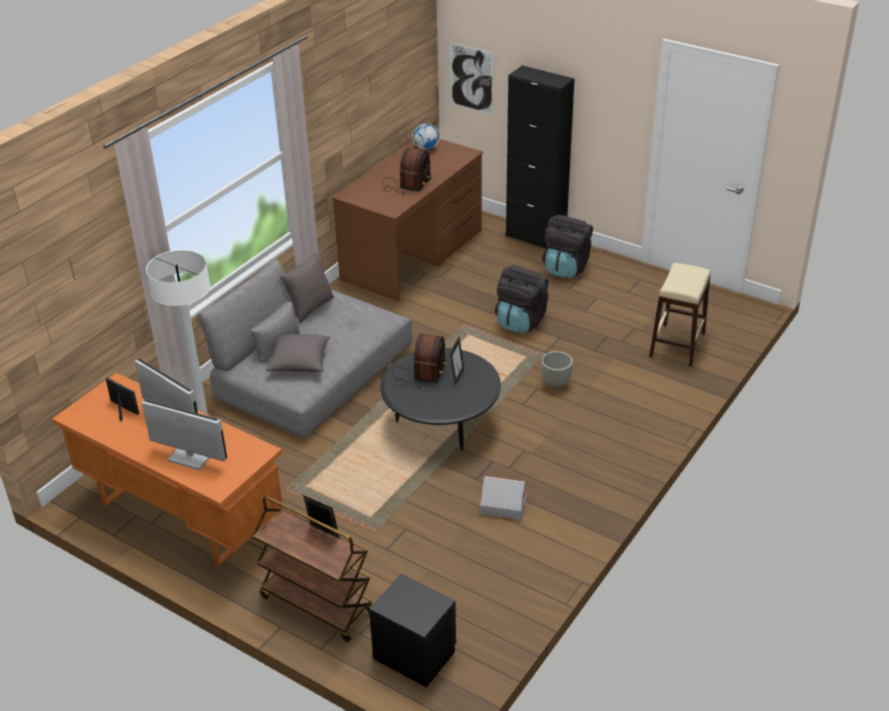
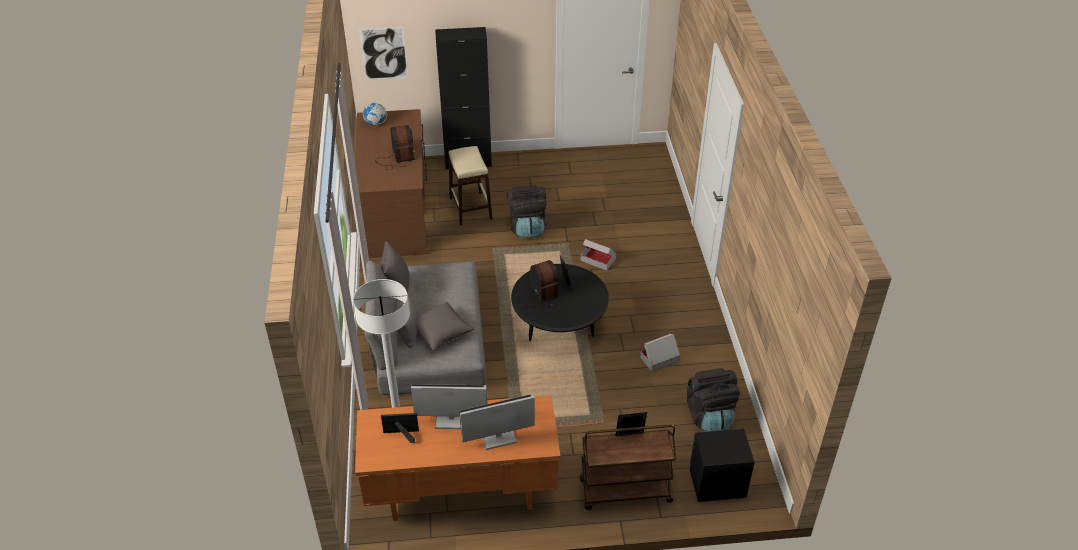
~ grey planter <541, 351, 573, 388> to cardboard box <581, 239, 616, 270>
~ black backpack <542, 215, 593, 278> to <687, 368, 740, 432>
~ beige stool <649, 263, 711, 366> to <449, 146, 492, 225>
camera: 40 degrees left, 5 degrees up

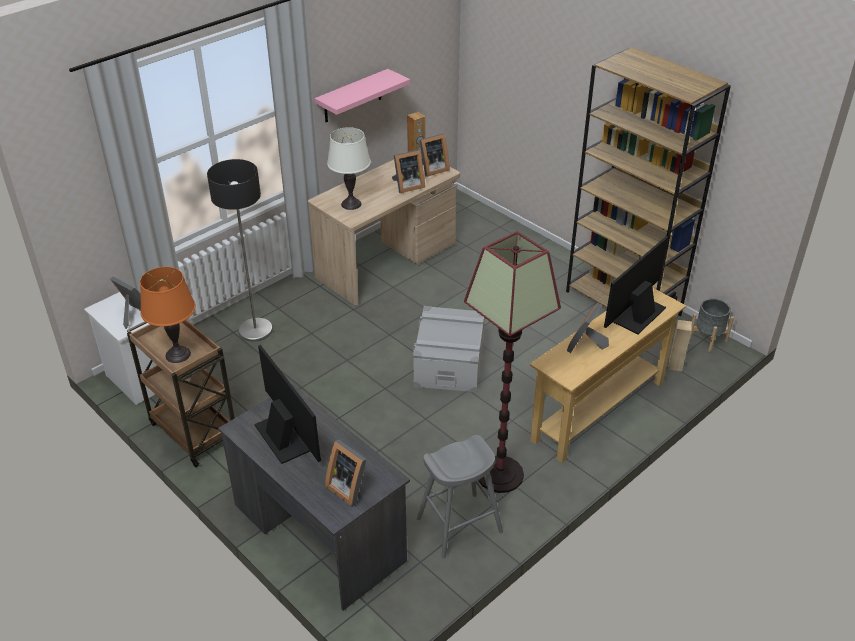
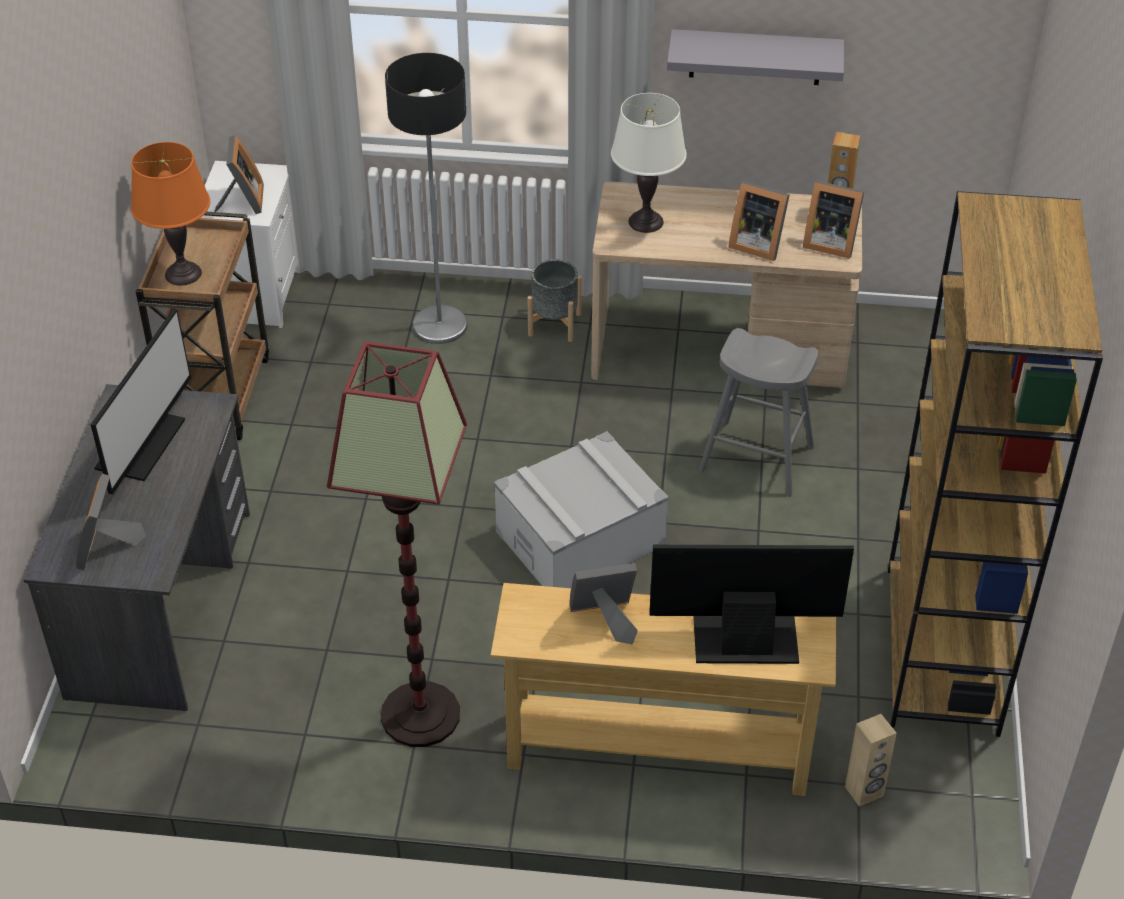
~ pink shelf <314, 69, 410, 122> to grey shelf <667, 29, 844, 85>
~ grey stool <417, 435, 503, 558> to <699, 328, 818, 497>
~ grey planter <689, 298, 734, 352> to <527, 259, 582, 342>
camera: 50 degrees right, 5 degrees up

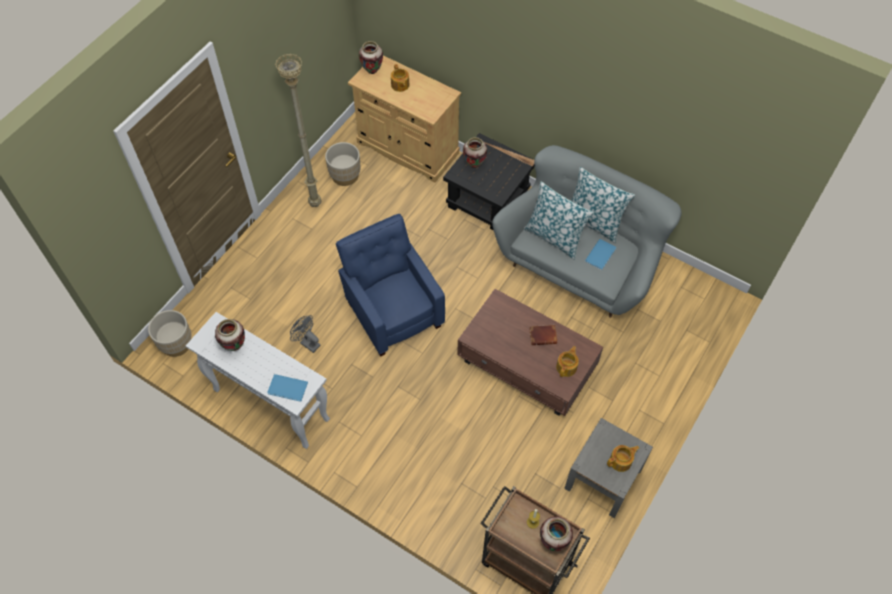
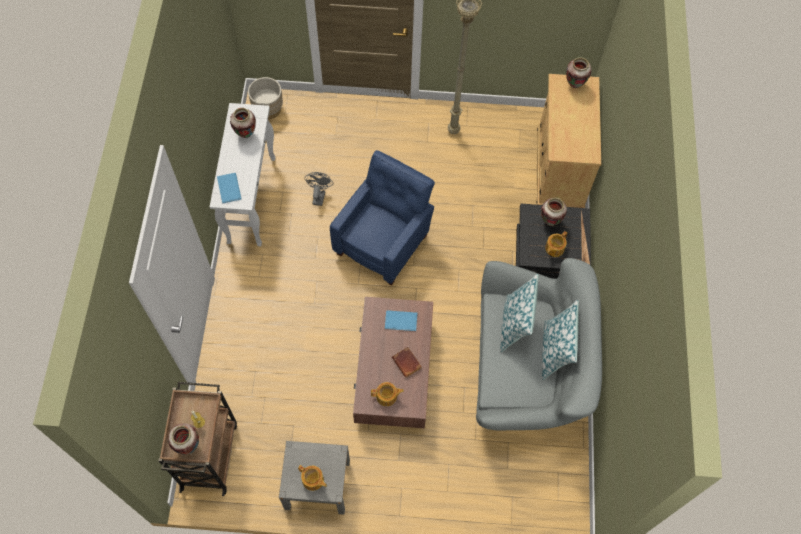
- beige planter <325, 142, 361, 186>
~ teapot <391, 64, 410, 92> to <545, 231, 567, 257>
~ blue book <585, 239, 616, 270> to <385, 310, 417, 331>
camera: 60 degrees right, 5 degrees up

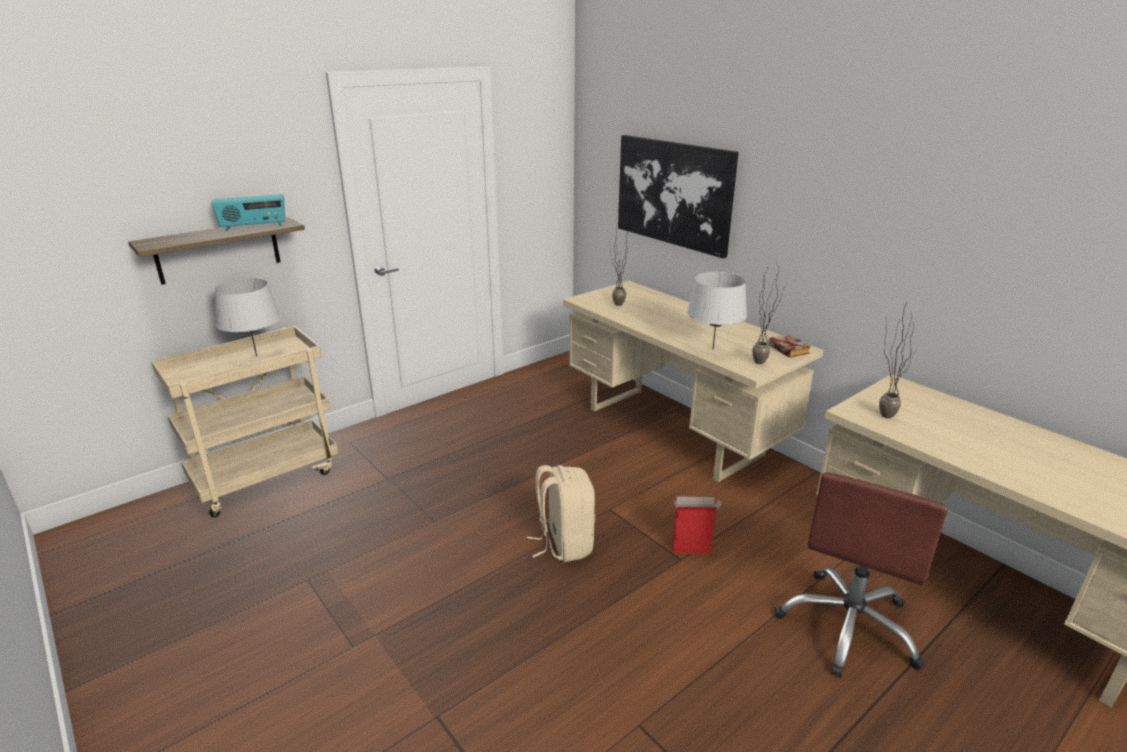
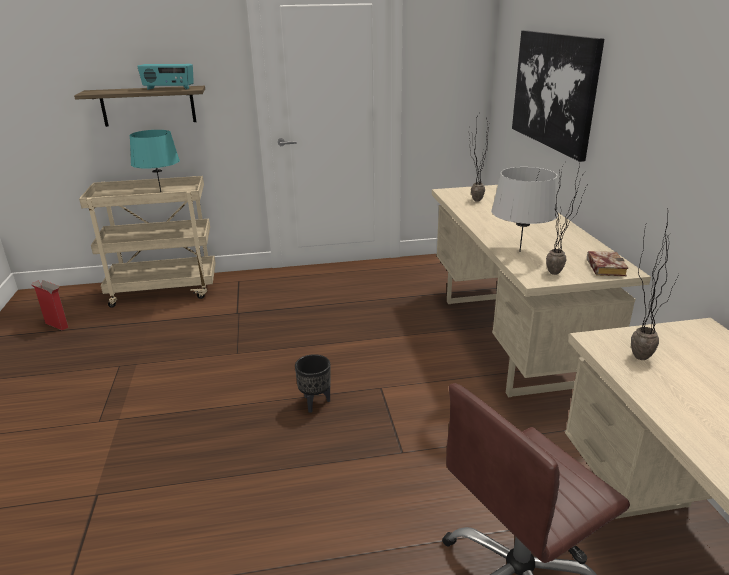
~ grey table lamp <214, 278, 281, 356> to turquoise table lamp <129, 130, 180, 192>
~ beige backpack <527, 465, 596, 562> to black planter <295, 354, 330, 413>
~ cardboard box <672, 496, 722, 554> to <32, 280, 68, 330>
camera: 30 degrees right, 0 degrees up

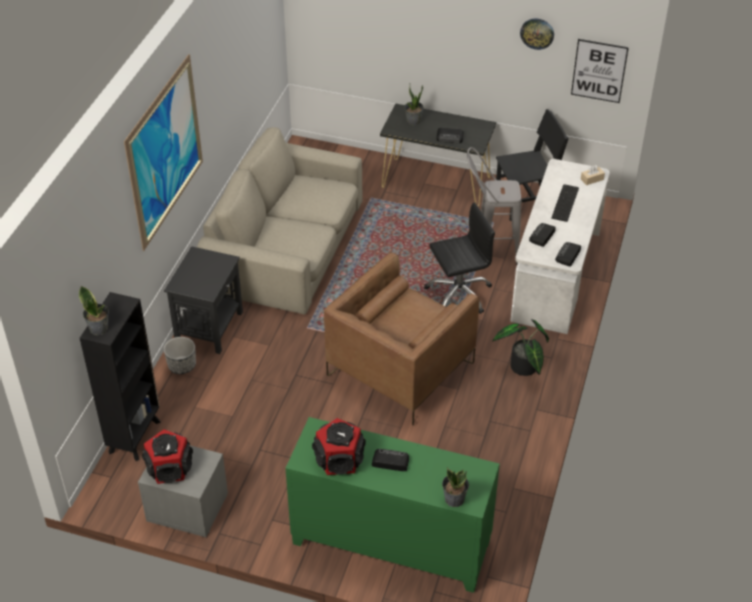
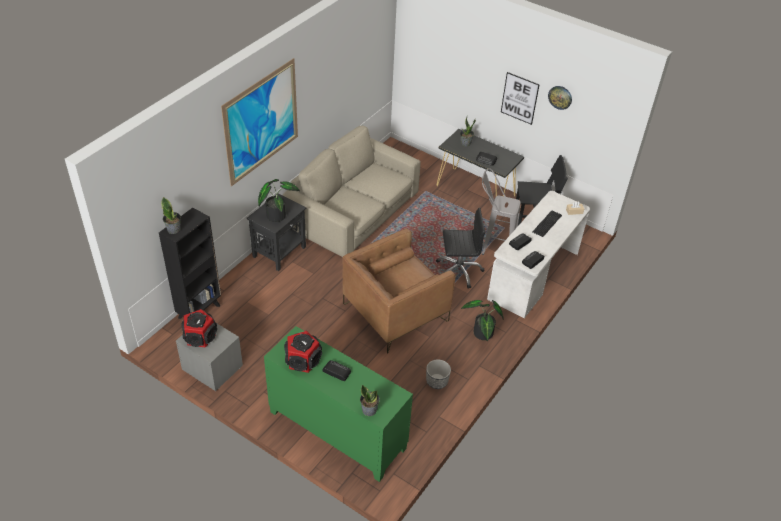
~ planter <164, 337, 196, 374> to <426, 359, 451, 389>
~ picture <571, 39, 629, 103> to <501, 72, 540, 125>
+ potted plant <258, 179, 300, 222>
camera: 15 degrees right, 0 degrees up

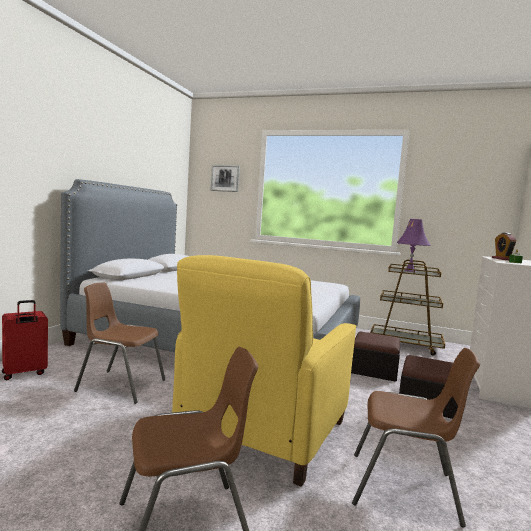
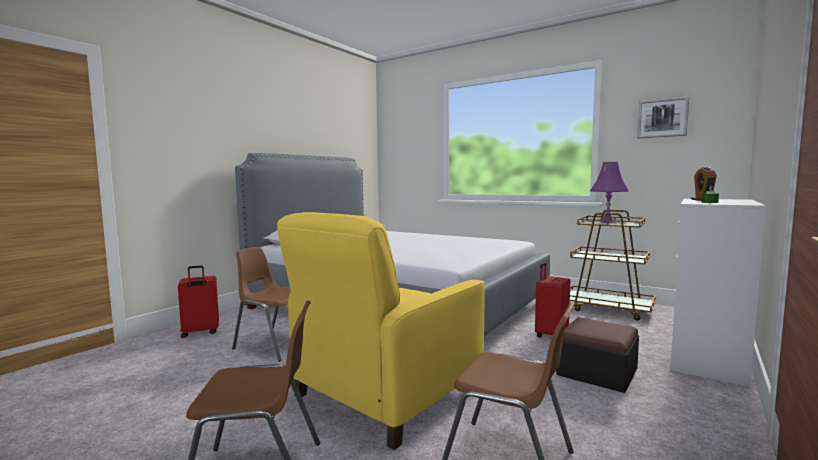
~ picture <211, 165, 240, 192> to <637, 96, 689, 138>
~ ottoman <351, 332, 401, 382> to red suitcase <535, 262, 570, 338>
camera: 15 degrees right, 0 degrees up

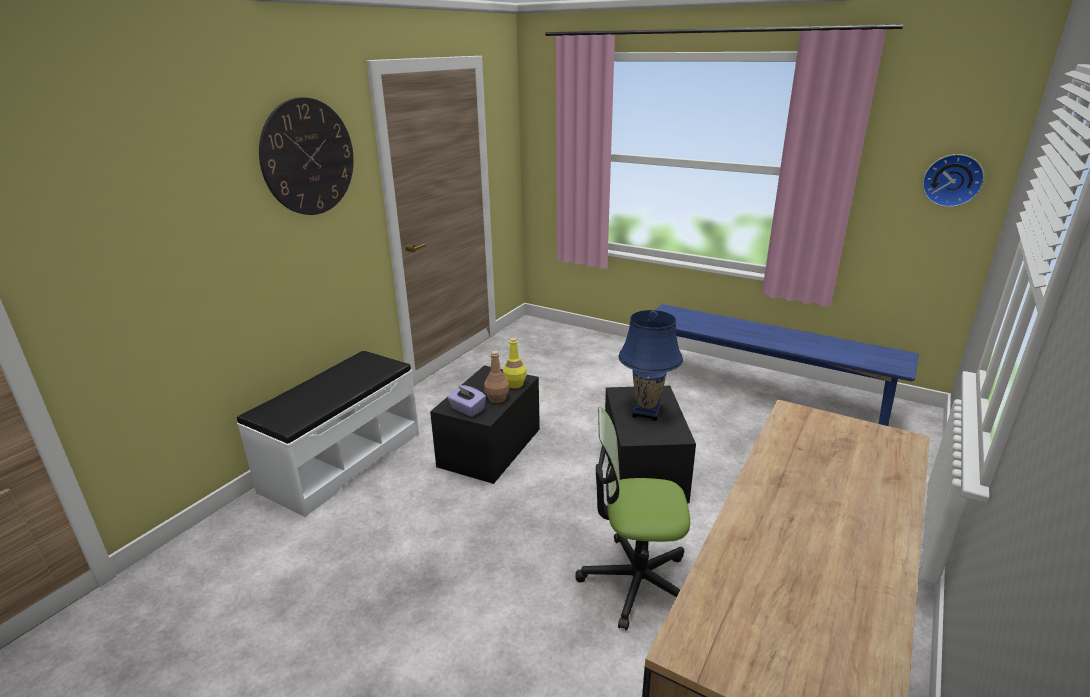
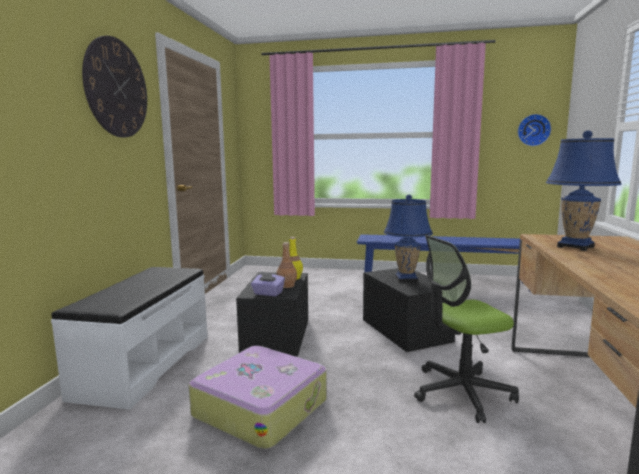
+ suitcase <189, 346, 327, 449>
+ blue table lamp <546, 130, 622, 251>
camera: 20 degrees left, 15 degrees down

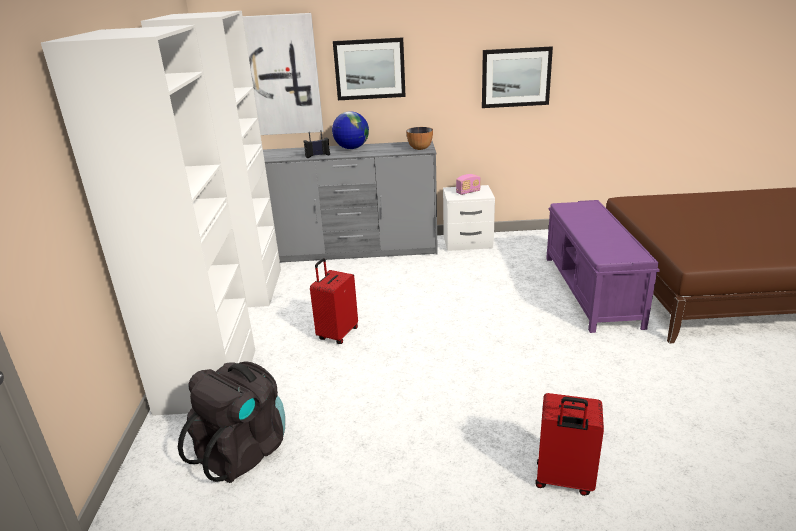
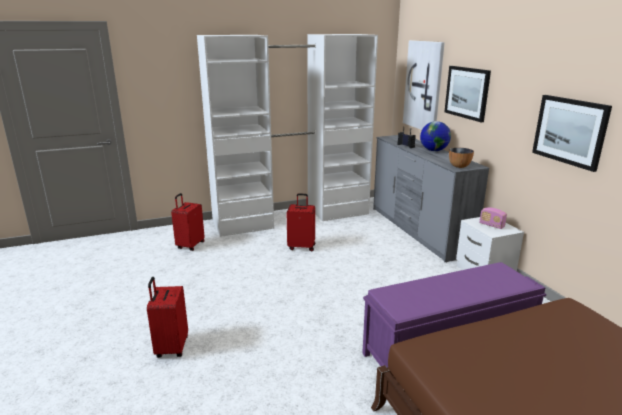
~ black backpack <178, 361, 285, 483> to red suitcase <171, 193, 205, 251>
camera: 70 degrees right, 5 degrees down

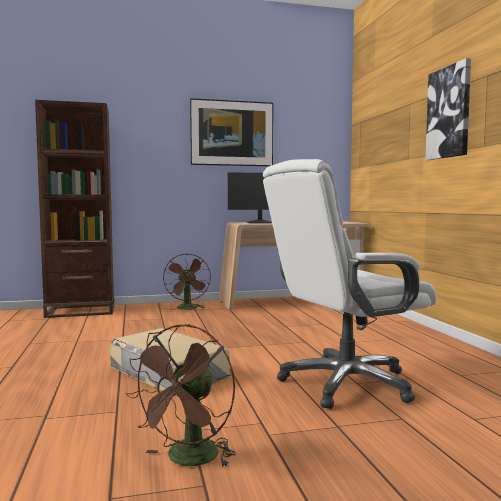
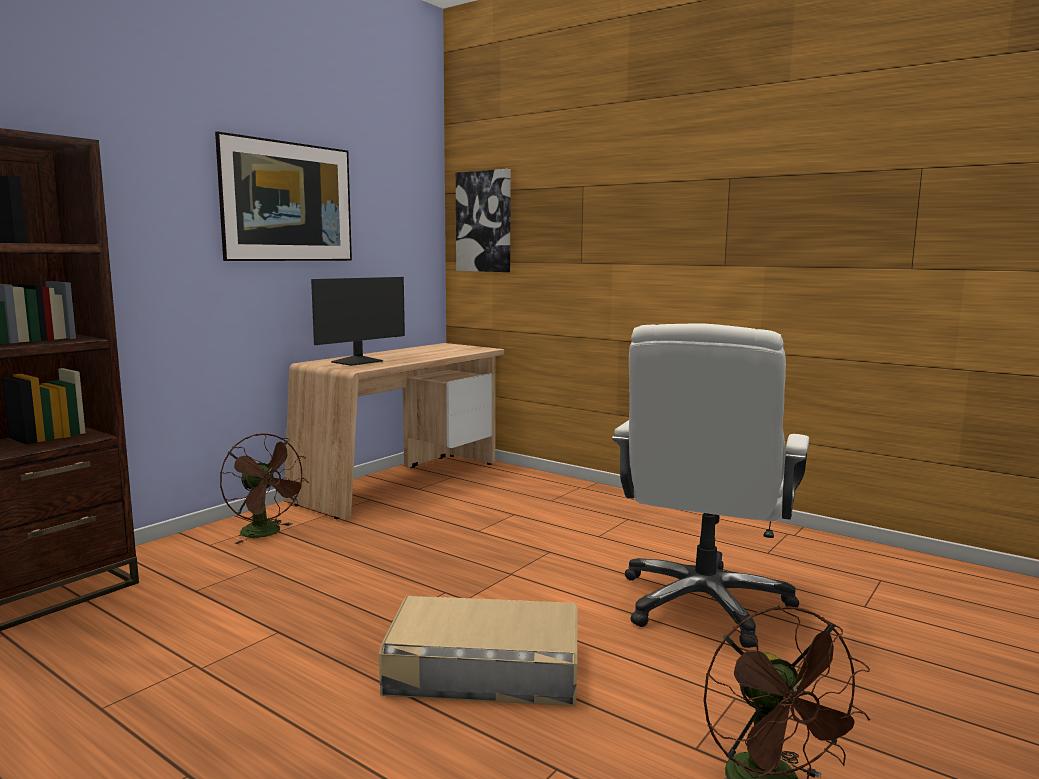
~ picture <425, 58, 471, 160> to <456, 169, 511, 272>
camera: 40 degrees left, 5 degrees up

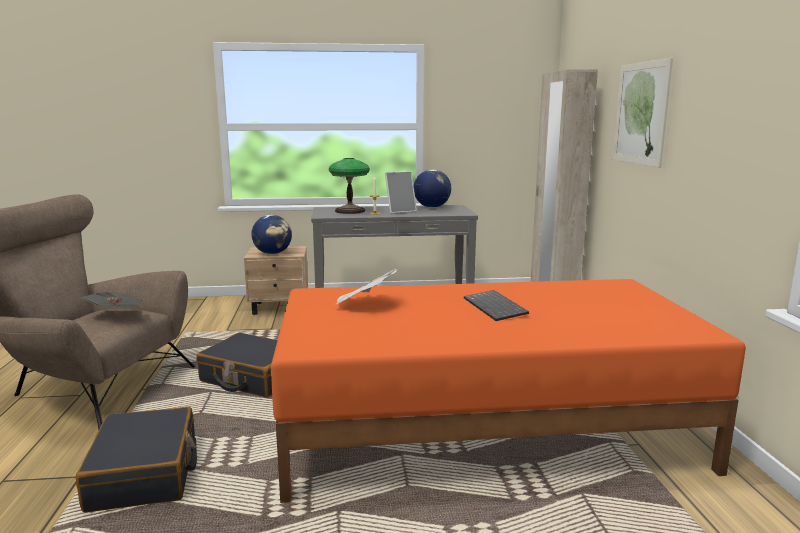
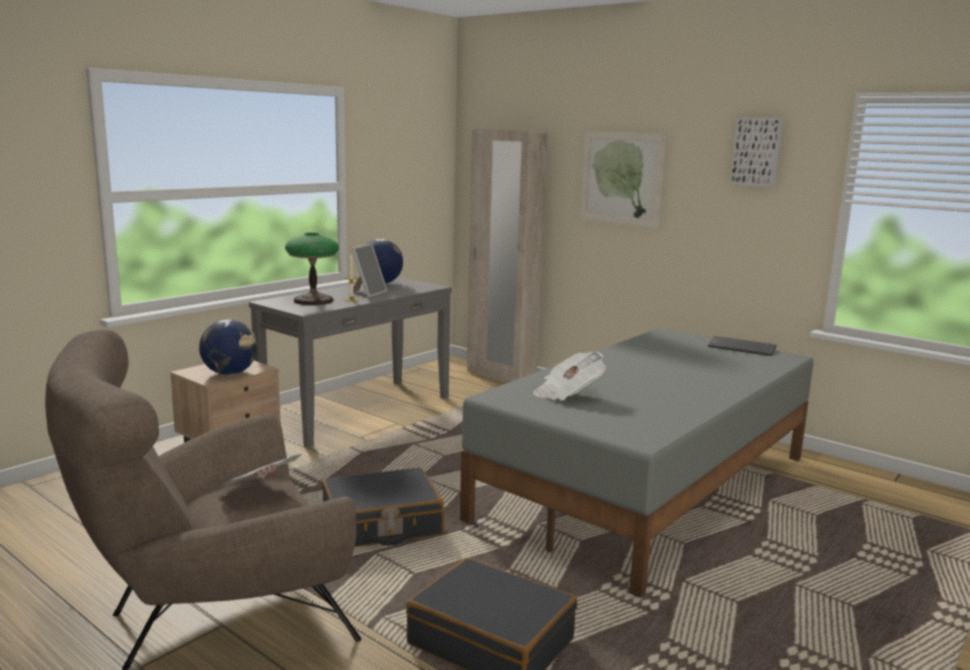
~ orange bed <271, 279, 746, 503> to grey bed <460, 328, 814, 598>
~ keyboard <464, 290, 529, 321> to <708, 336, 776, 356>
+ picture <730, 118, 783, 187>
camera: 45 degrees left, 0 degrees up

